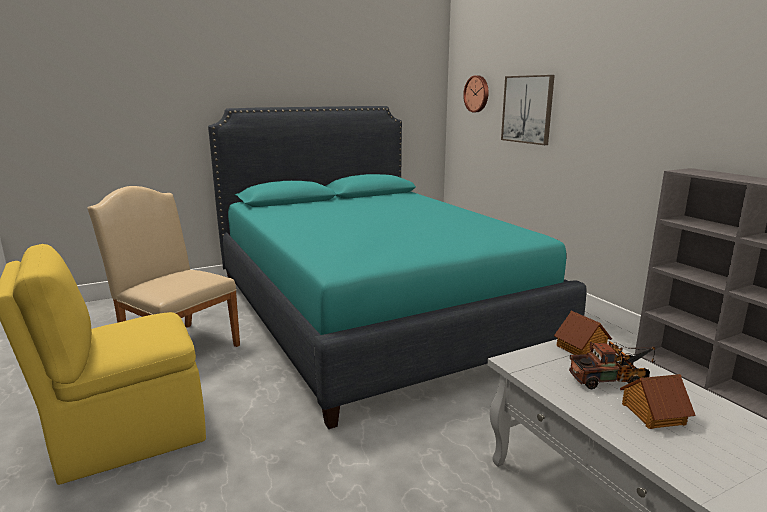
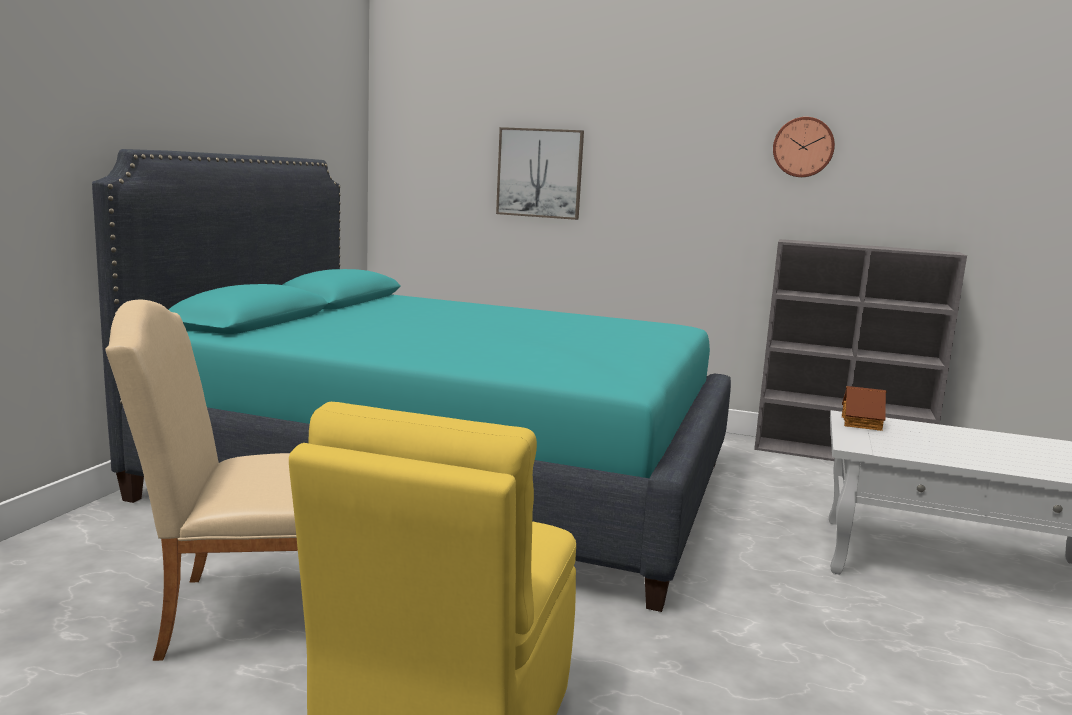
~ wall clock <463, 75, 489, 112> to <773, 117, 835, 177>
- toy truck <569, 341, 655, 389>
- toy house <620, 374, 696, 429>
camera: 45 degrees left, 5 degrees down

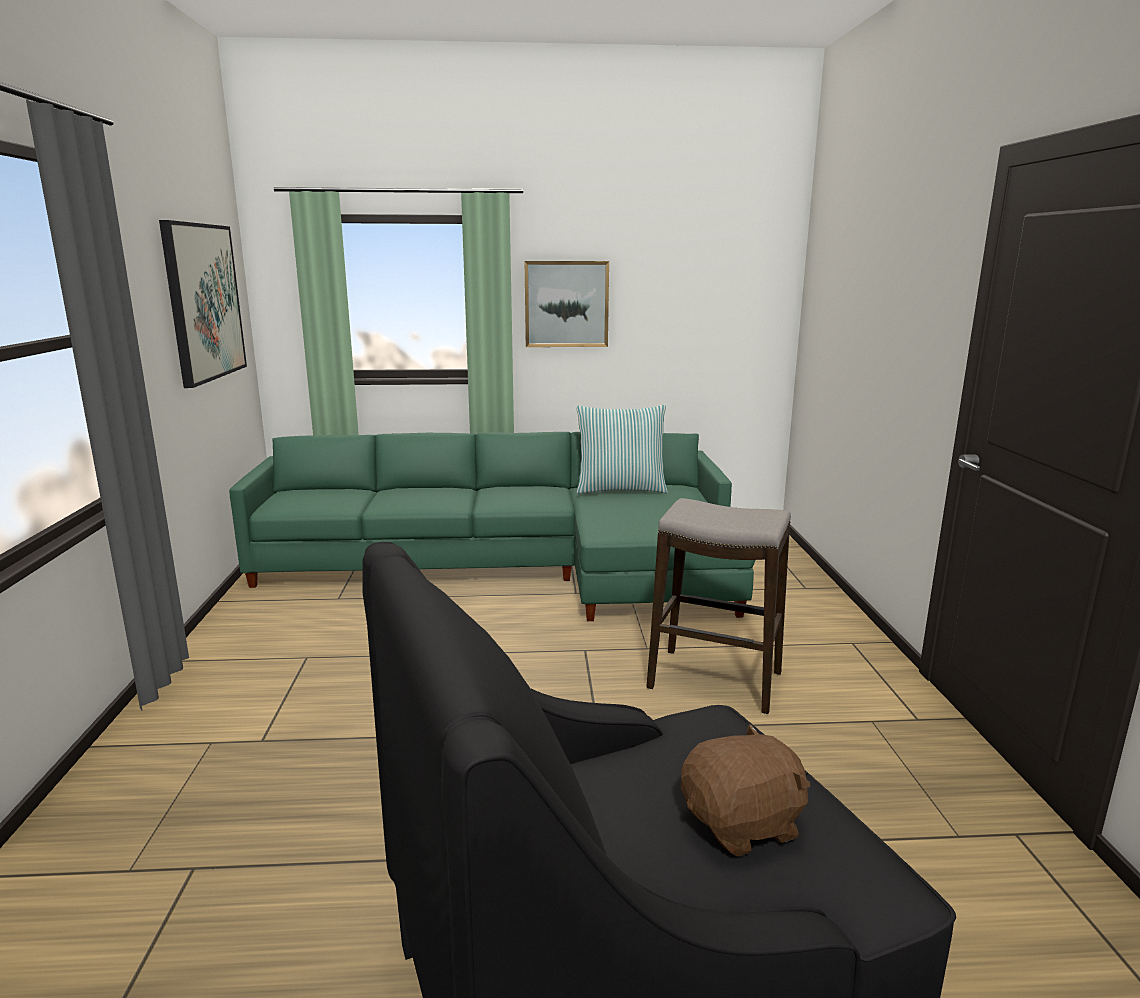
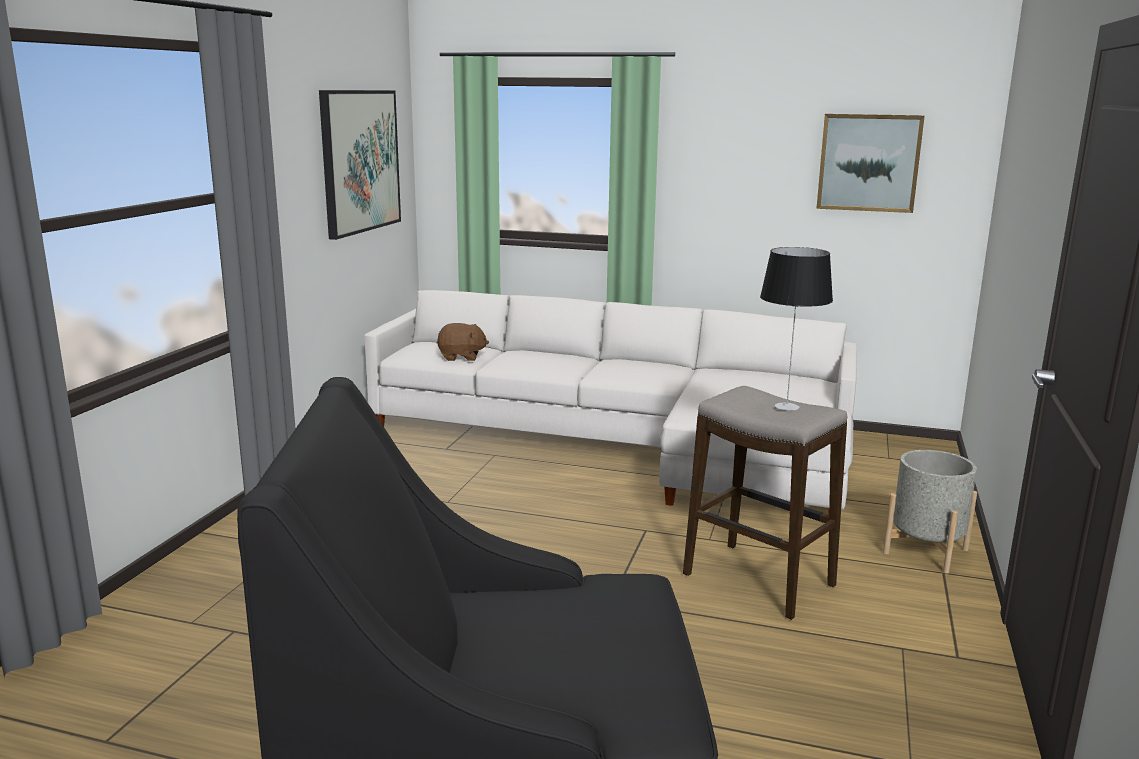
~ green sofa <229, 432, 755, 621> to white sofa <364, 290, 857, 515>
~ picture <525, 261, 609, 347> to <816, 114, 925, 213>
- pillow <576, 405, 668, 494>
~ brown plush toy <681, 724, 810, 857> to <437, 323, 489, 361>
+ table lamp <760, 247, 833, 411>
+ grey planter <883, 450, 977, 573>
camera: 20 degrees right, 0 degrees up

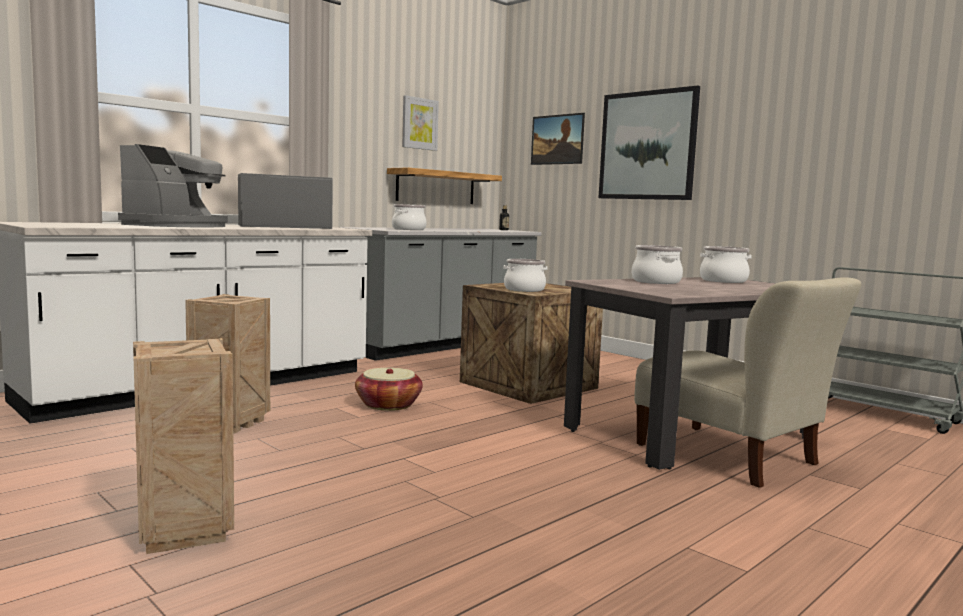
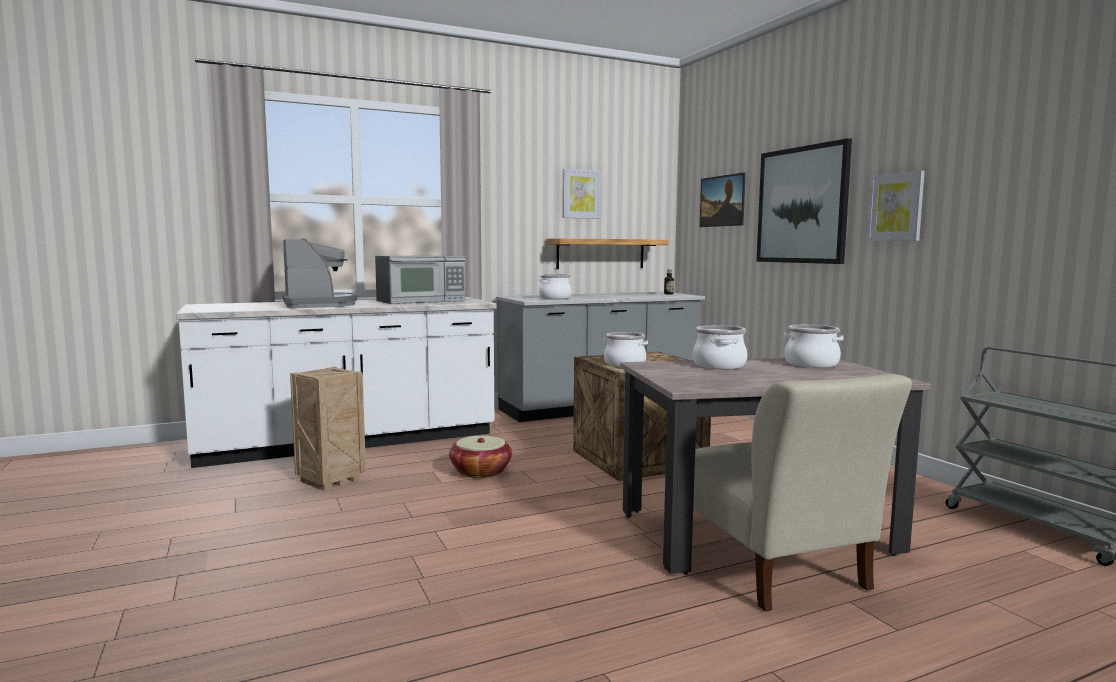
~ coffee machine <118, 144, 228, 227> = <282, 238, 357, 308> 60 degrees counterclockwise
- crate <133, 338, 234, 554>
~ microwave <238, 173, 333, 229> = <375, 256, 466, 304> 150 degrees clockwise
+ picture <867, 171, 925, 241>
camera: 20 degrees right, 0 degrees up

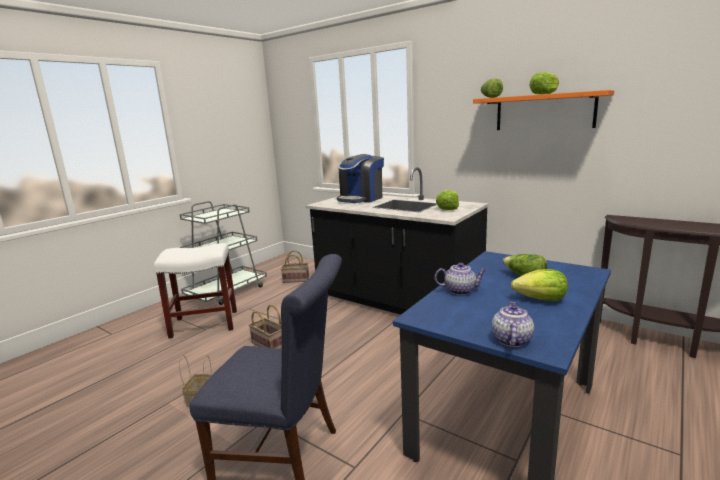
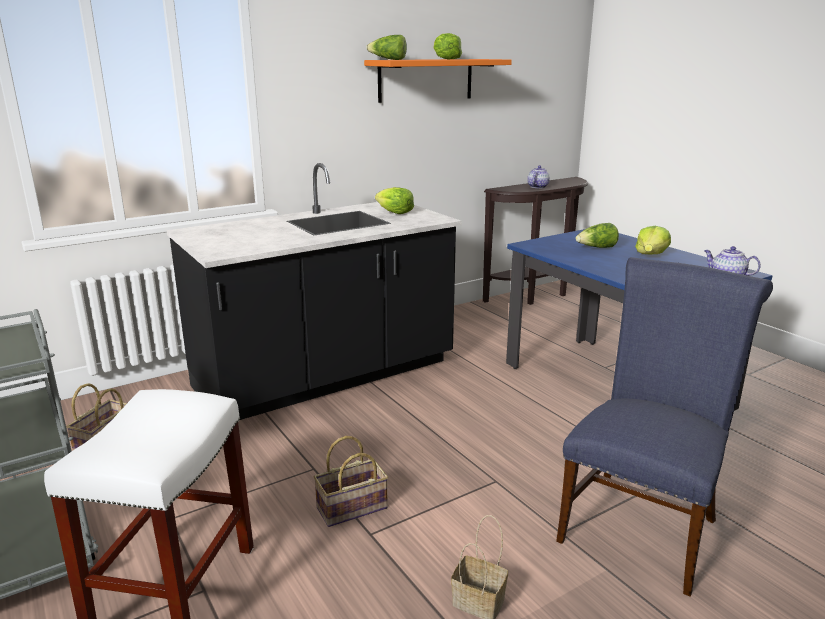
- coffee machine <337, 154, 384, 203>
~ teapot <435, 263, 486, 295> to <527, 166, 550, 188>
camera: 70 degrees left, 5 degrees up

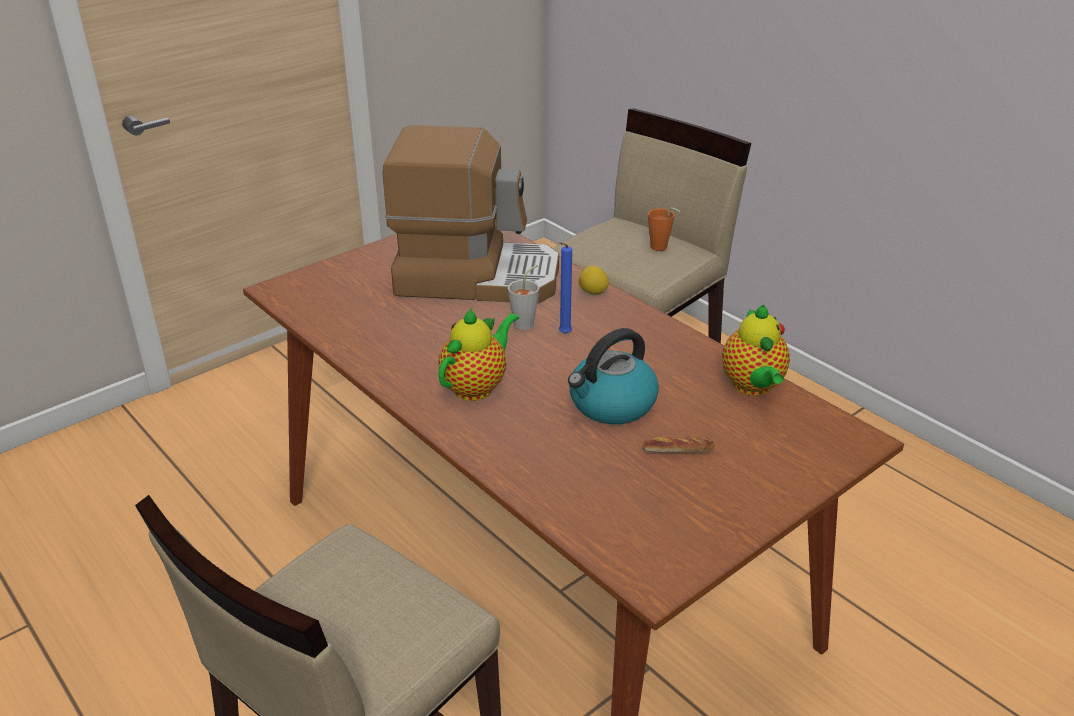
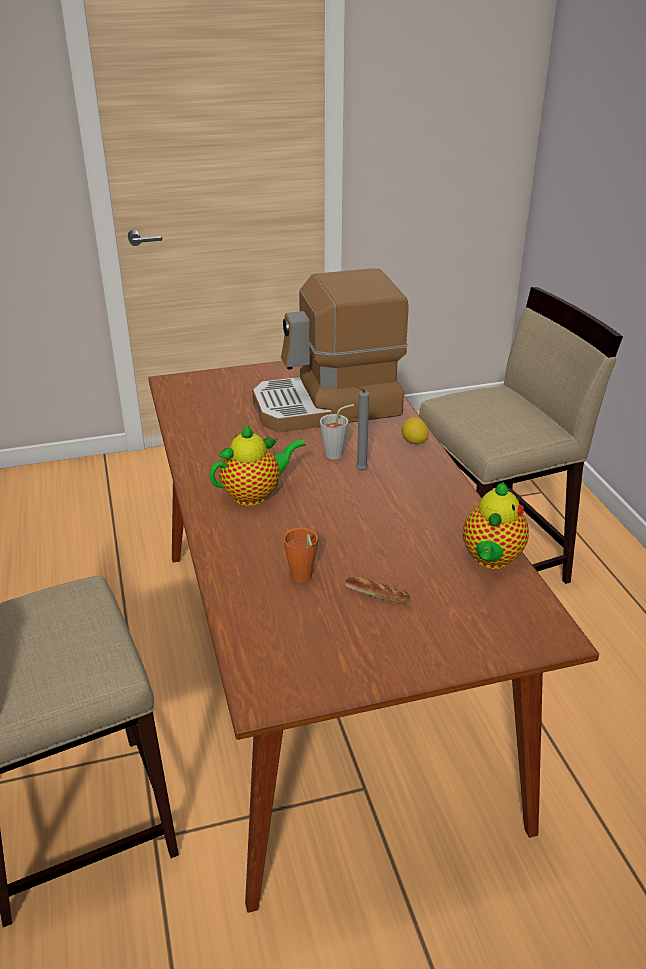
~ coffee machine <383, 125, 559, 304> = <253, 268, 409, 432> 135 degrees clockwise
~ blue candle <559, 242, 572, 334> to grey candle <355, 386, 369, 471>
- kettle <568, 328, 659, 424>
~ orange cup <648, 208, 680, 251> to <283, 528, 318, 583>
camera: 25 degrees right, 0 degrees up

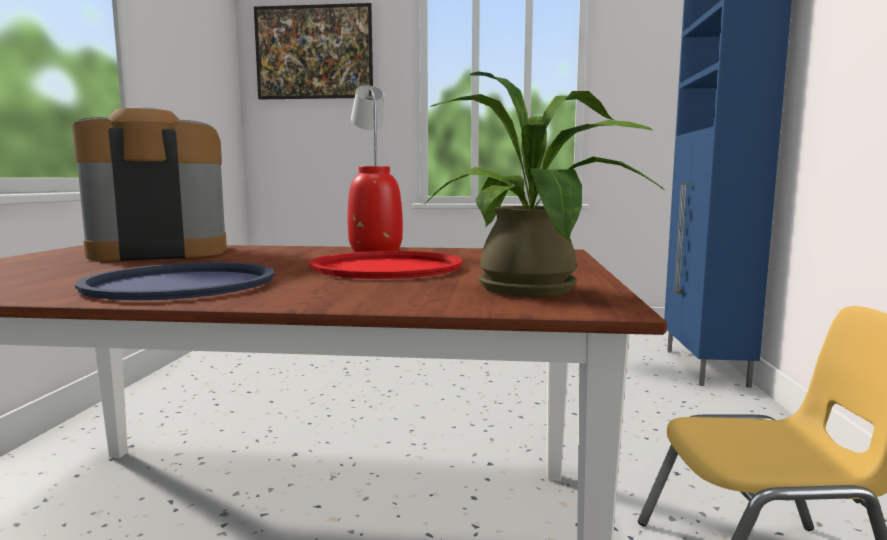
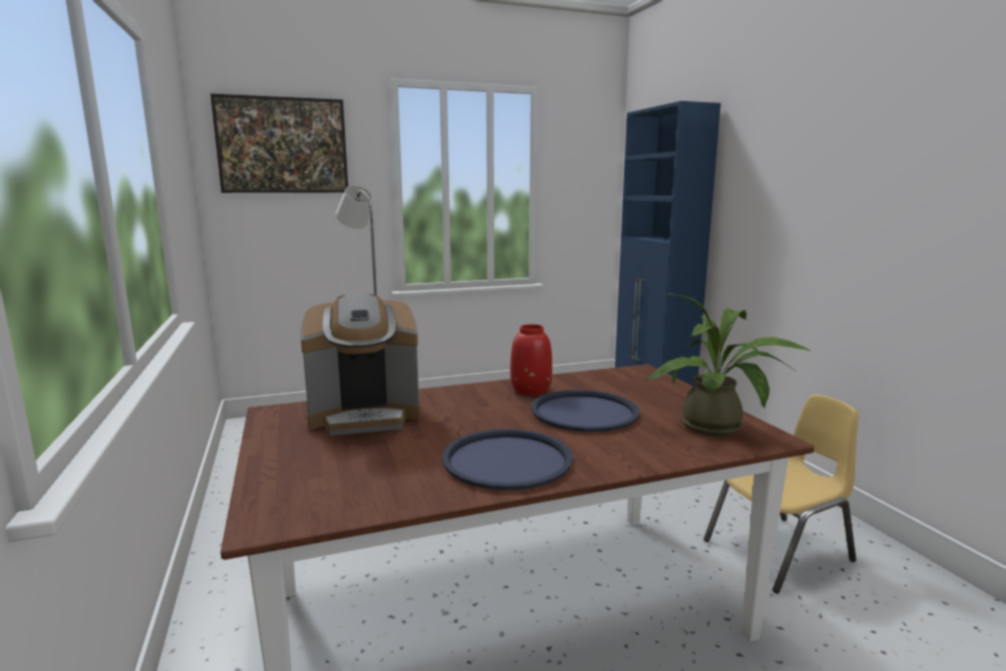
~ coffee machine <72, 106, 227, 261> = <301, 293, 420, 436> 150 degrees counterclockwise
~ red tray <309, 251, 462, 279> to blue tray <531, 390, 640, 432>
camera: 25 degrees left, 5 degrees up

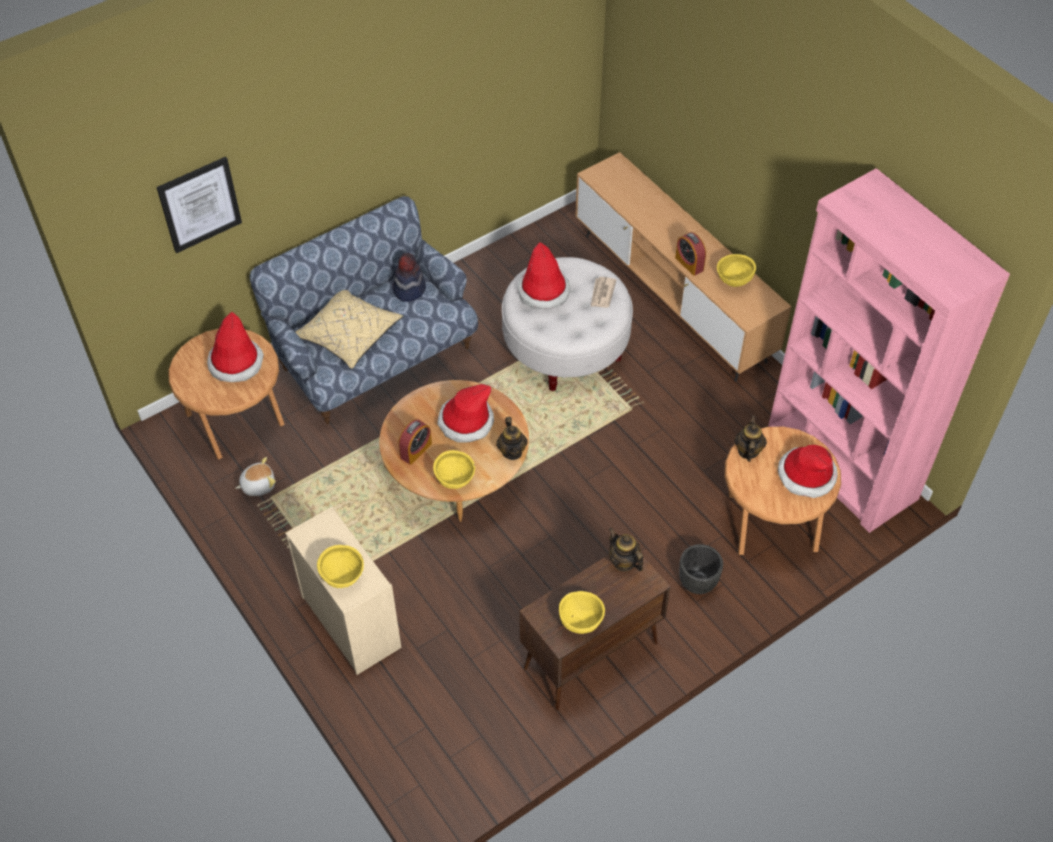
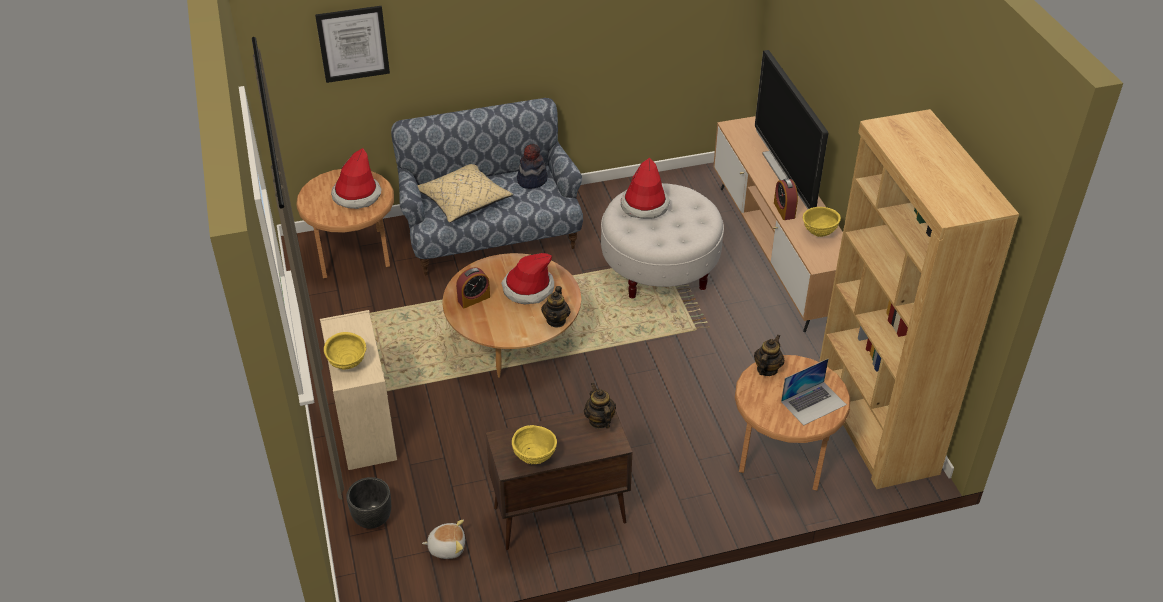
~ plush toy <235, 457, 276, 496> to <422, 520, 465, 559>
- yellow bowl <433, 450, 475, 489>
- newspaper <591, 277, 616, 308>
~ black planter <679, 544, 723, 594> to <346, 477, 391, 529>
~ pink bookcase <768, 168, 1010, 533> to brown bookcase <819, 109, 1019, 489>
~ hat <778, 445, 838, 498> to laptop <781, 359, 847, 426>
+ television <755, 50, 828, 209>
camera: 20 degrees right, 10 degrees down

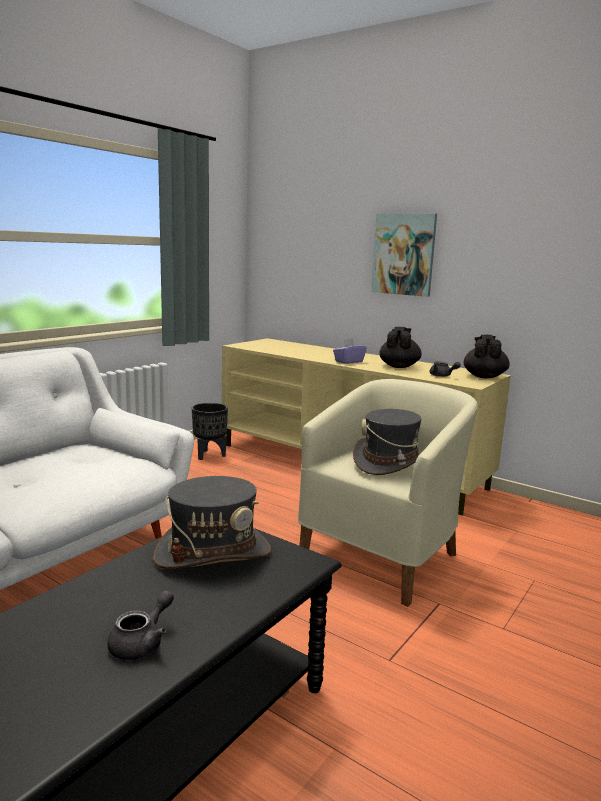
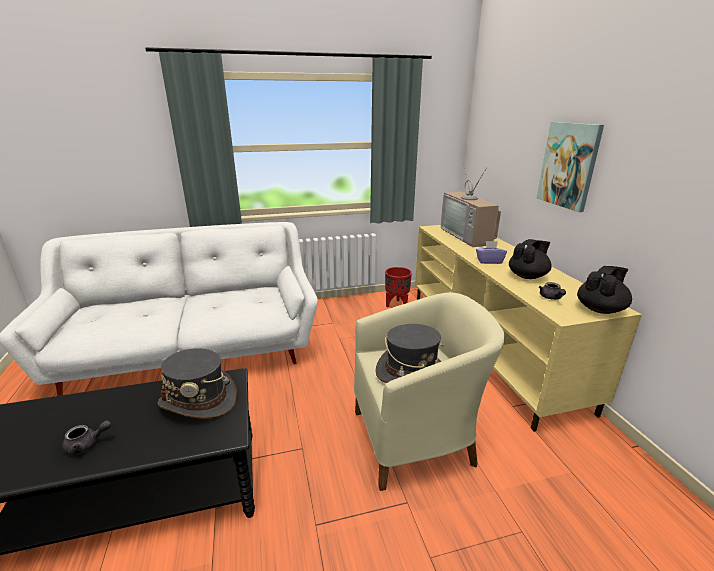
~ black planter <192, 403, 228, 460> to red planter <385, 267, 412, 307>
+ television <441, 162, 501, 247>
camera: 40 degrees right, 10 degrees up

